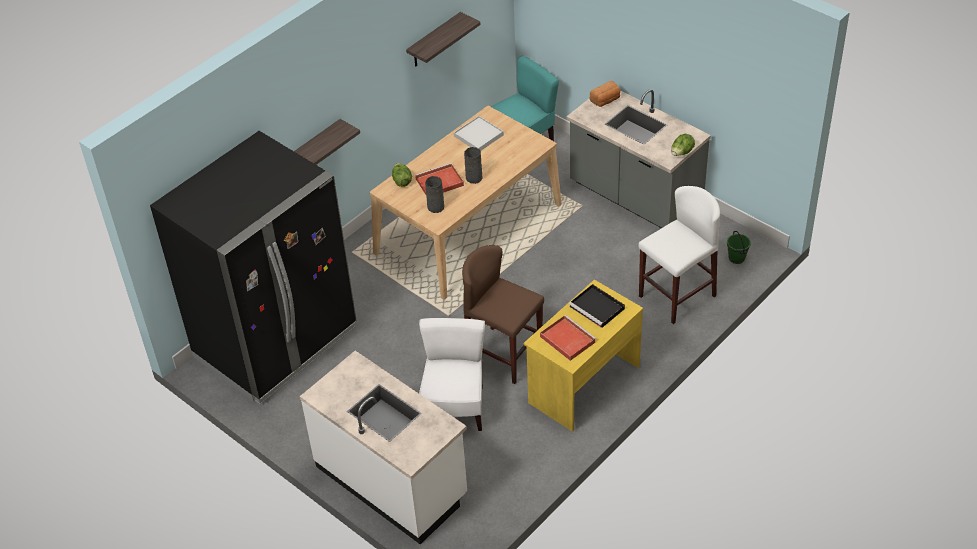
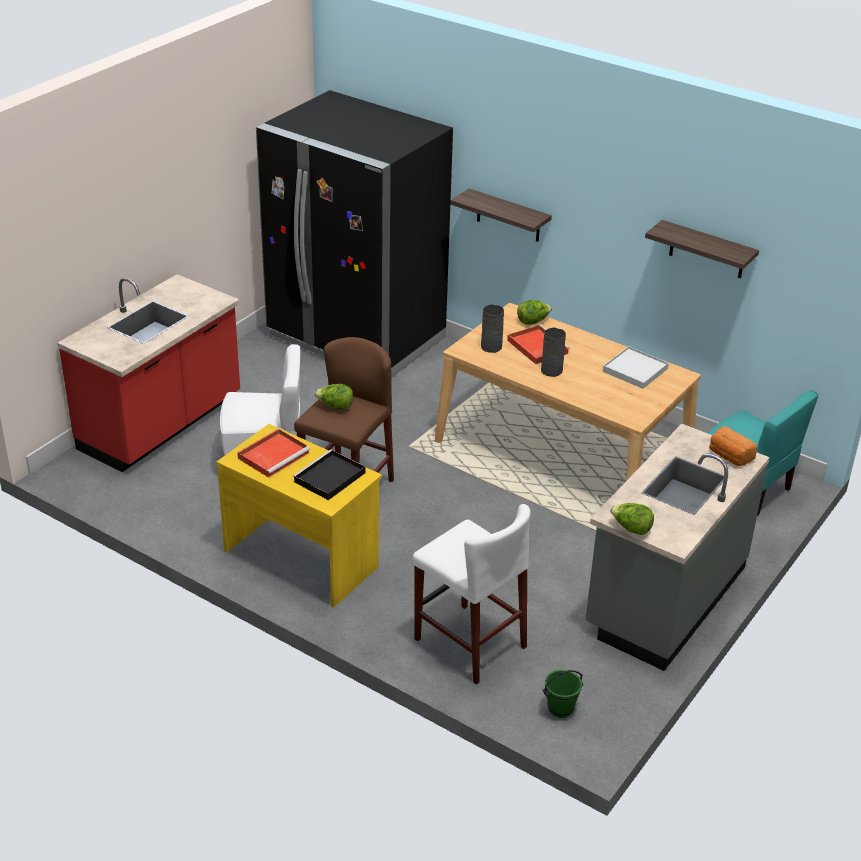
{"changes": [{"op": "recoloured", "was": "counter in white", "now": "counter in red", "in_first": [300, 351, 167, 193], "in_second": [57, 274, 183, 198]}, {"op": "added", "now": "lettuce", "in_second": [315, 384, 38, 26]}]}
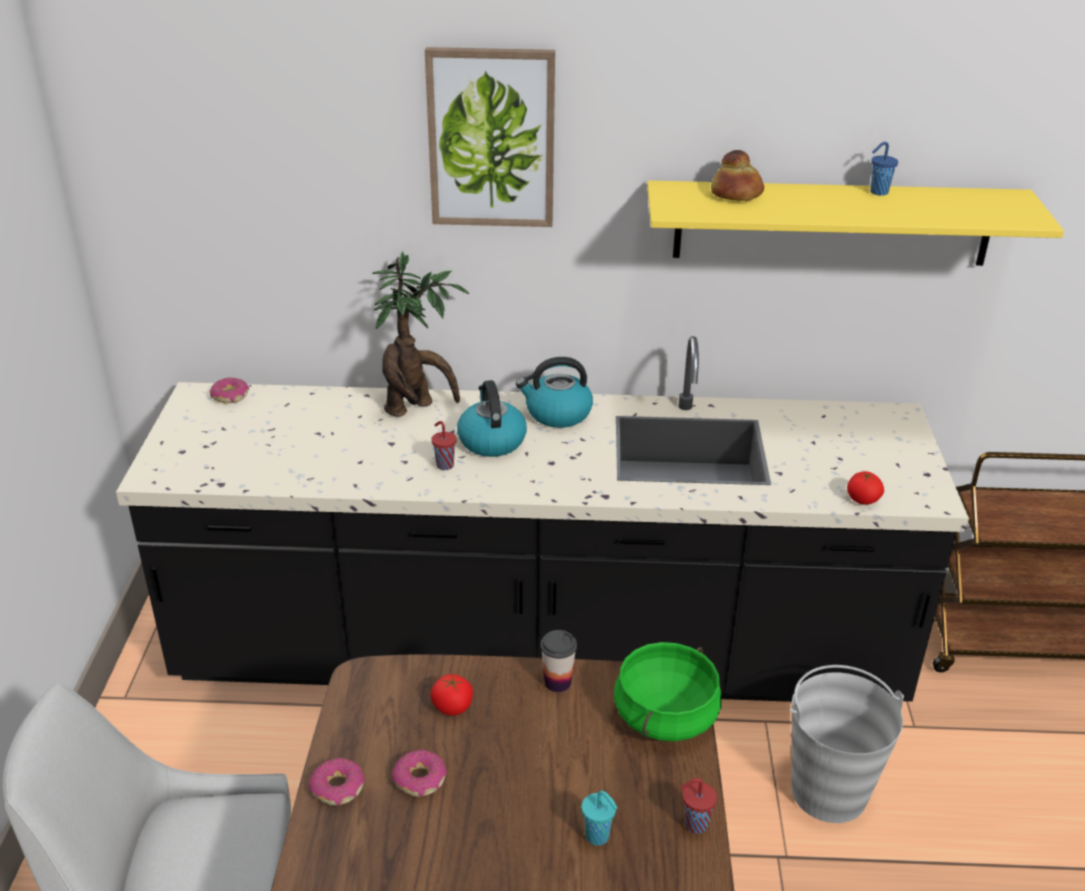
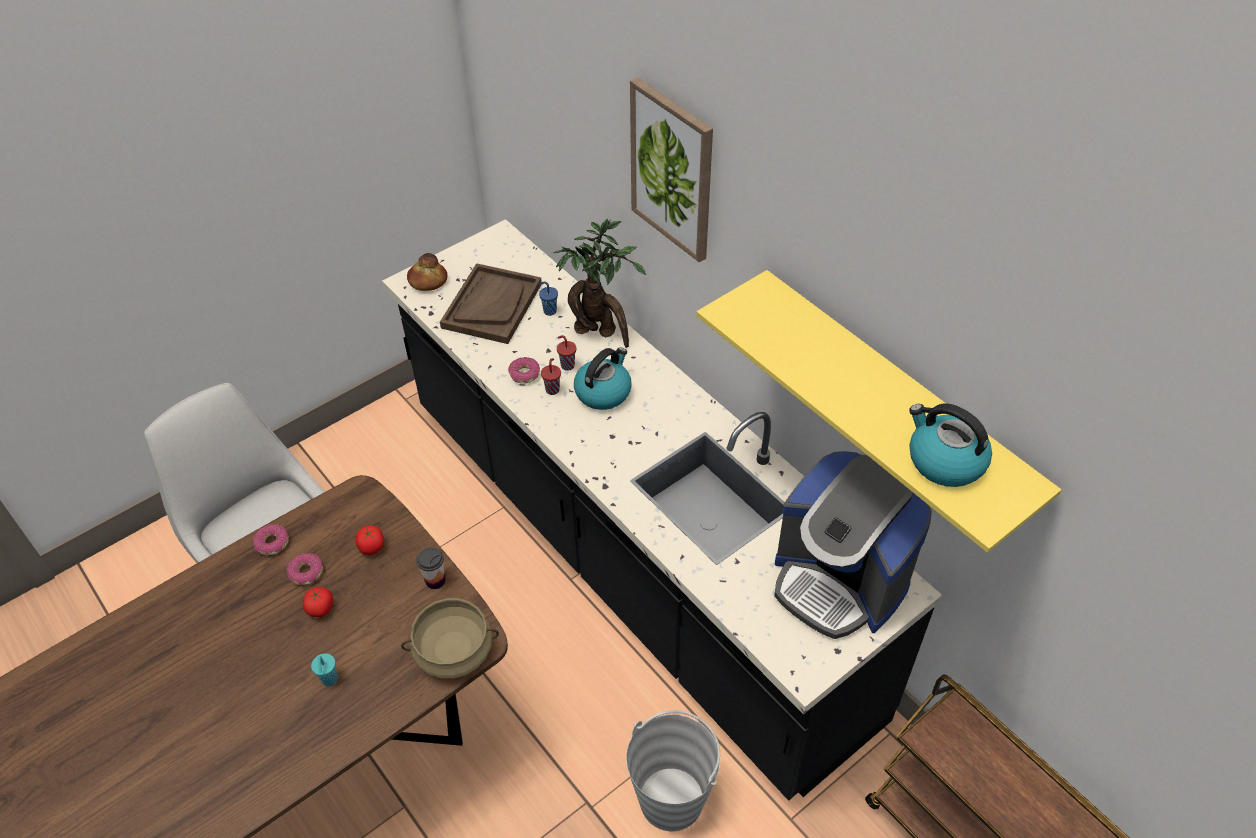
{"changes": [{"op": "moved", "was": "cup in blue", "in_first": [870, 142, 28, 54], "in_second": [539, 281, 19, 35]}, {"op": "moved", "was": "bread", "in_first": [711, 150, 53, 51], "in_second": [407, 253, 41, 38]}, {"op": "moved", "was": "kettle", "in_first": [516, 357, 77, 71], "in_second": [909, 404, 83, 83]}, {"op": "moved", "was": "donut", "in_first": [210, 377, 39, 27], "in_second": [508, 357, 32, 26]}, {"op": "moved", "was": "tomato", "in_first": [847, 471, 37, 33], "in_second": [303, 587, 30, 30]}, {"op": "recoloured", "was": "cooking pot in green", "now": "cooking pot in beige", "in_first": [614, 642, 108, 100], "in_second": [401, 598, 98, 81]}, {"op": "moved", "was": "cup in red", "in_first": [680, 778, 37, 56], "in_second": [557, 335, 19, 36]}, {"op": "added", "now": "tray in brown", "in_second": [440, 263, 102, 81]}, {"op": "added", "now": "coffee machine", "in_second": [774, 451, 158, 188]}]}
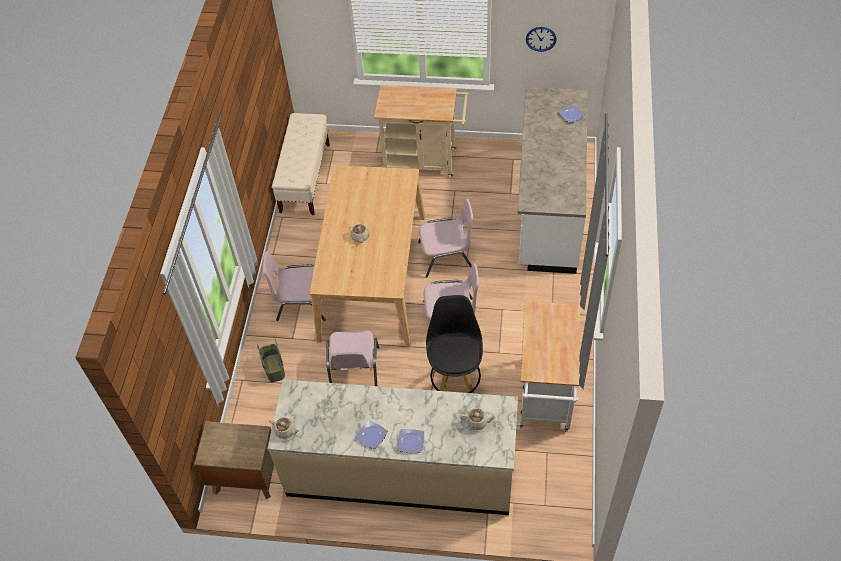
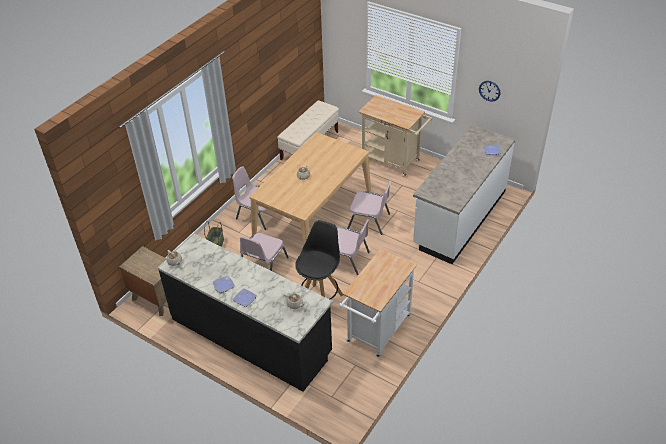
{"changes": [{"op": "recoloured", "was": "counter in beige", "now": "counter in black", "in_first": [267, 379, 251, 136], "in_second": [158, 234, 175, 158]}]}
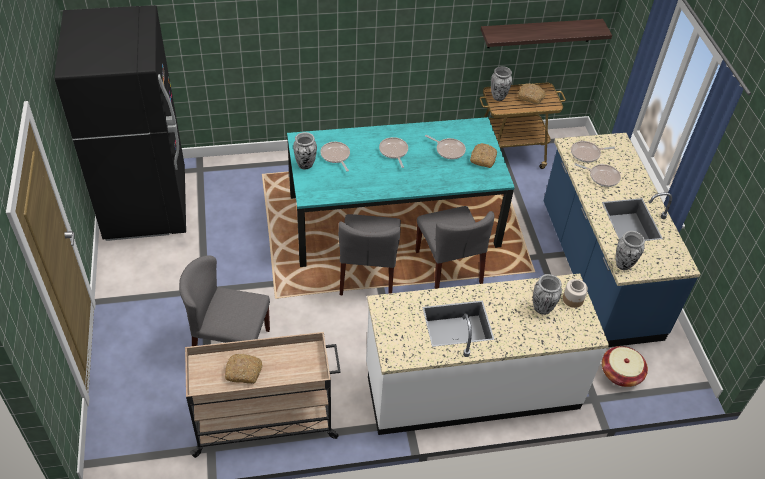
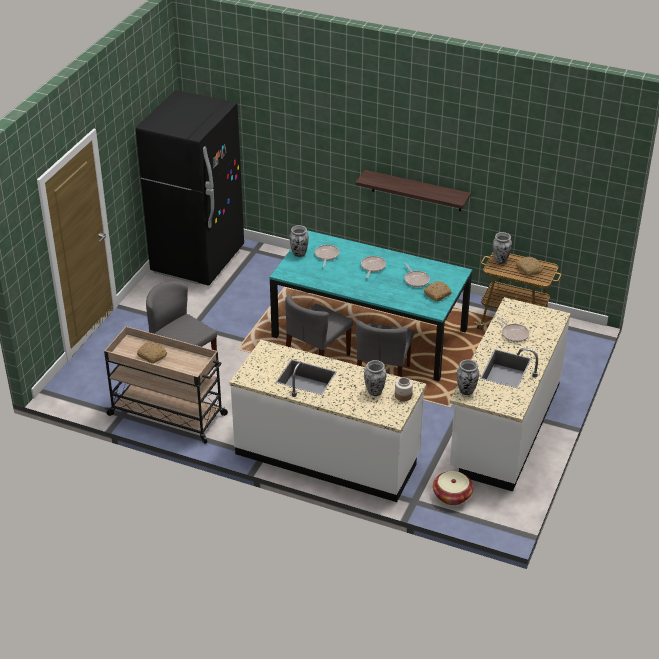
{"changes": [{"op": "moved", "was": "shelf", "in_first": [481, 19, 131, 29], "in_second": [356, 170, 115, 41]}, {"op": "recoloured", "was": "counter in blue", "now": "counter in white", "in_first": [544, 133, 156, 214], "in_second": [450, 297, 121, 195]}, {"op": "removed", "was": "frying pan", "in_first": [571, 141, 44, 22]}]}
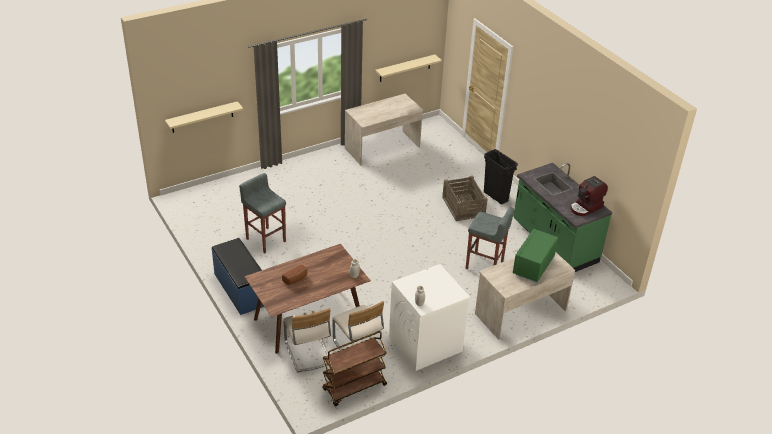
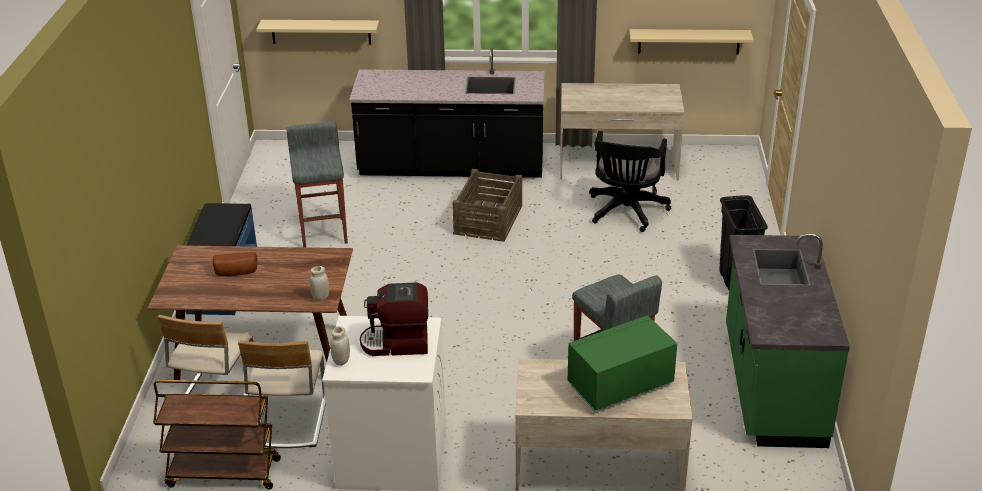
{"changes": [{"op": "moved", "was": "crate", "in_first": [442, 175, 46, 46], "in_second": [452, 169, 70, 73]}, {"op": "moved", "was": "coffee machine", "in_first": [571, 176, 37, 40], "in_second": [360, 282, 68, 74]}, {"op": "added", "now": "counter in black", "in_second": [349, 48, 196, 130]}, {"op": "added", "now": "office chair in black", "in_second": [589, 131, 82, 101]}]}
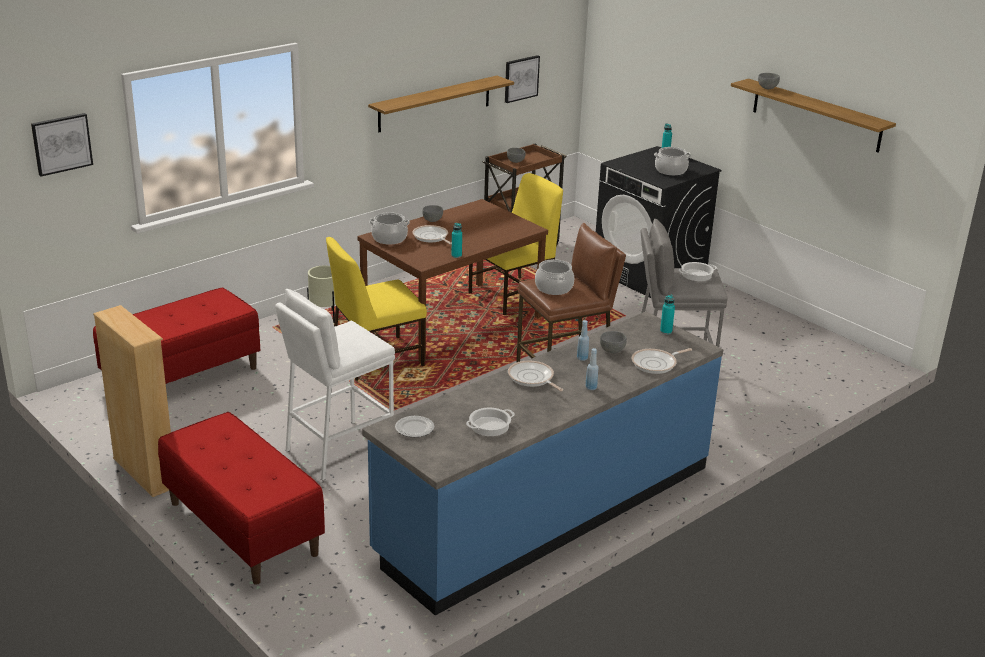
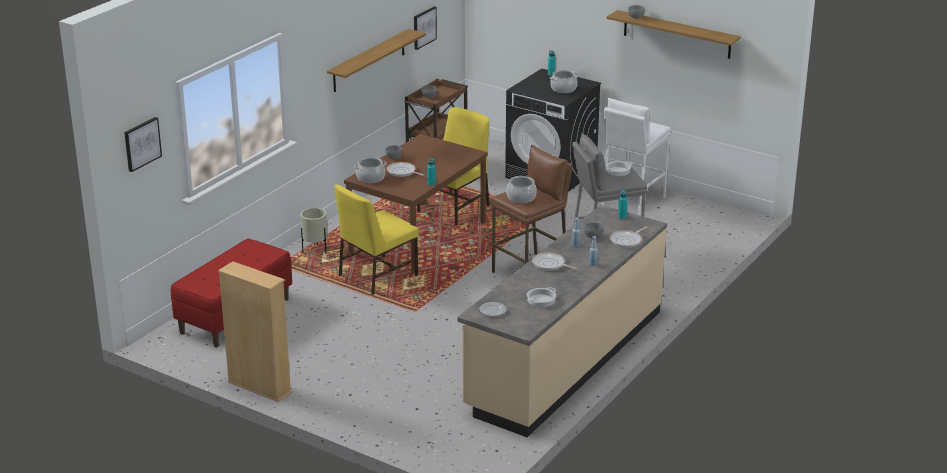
{"changes": [{"op": "moved", "was": "stool in white", "in_first": [275, 289, 120, 192], "in_second": [601, 98, 70, 118]}, {"op": "recoloured", "was": "counter in blue", "now": "counter in beige", "in_first": [362, 311, 361, 305], "in_second": [458, 205, 209, 232]}, {"op": "removed", "was": "bench in red", "in_first": [158, 412, 167, 173]}]}
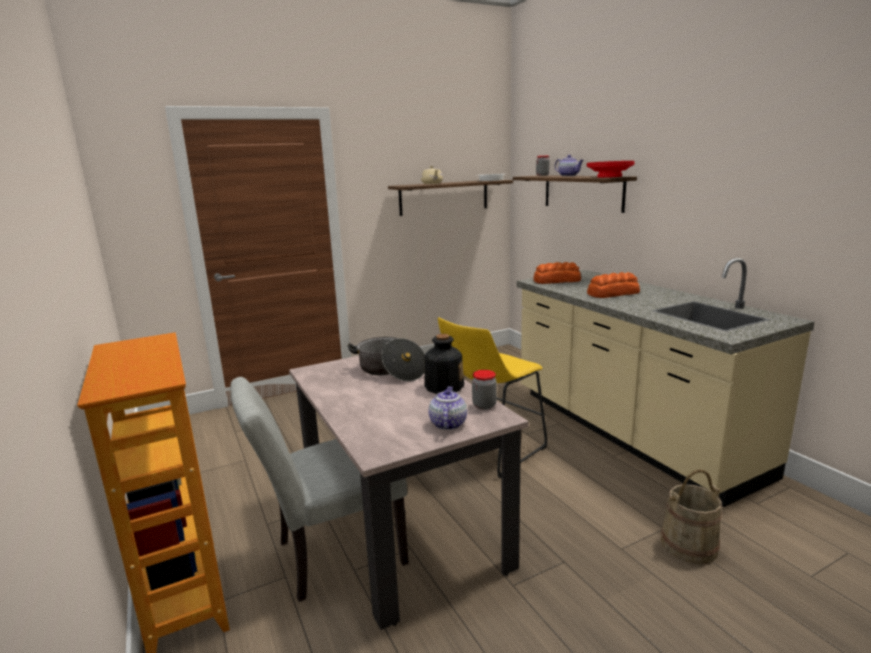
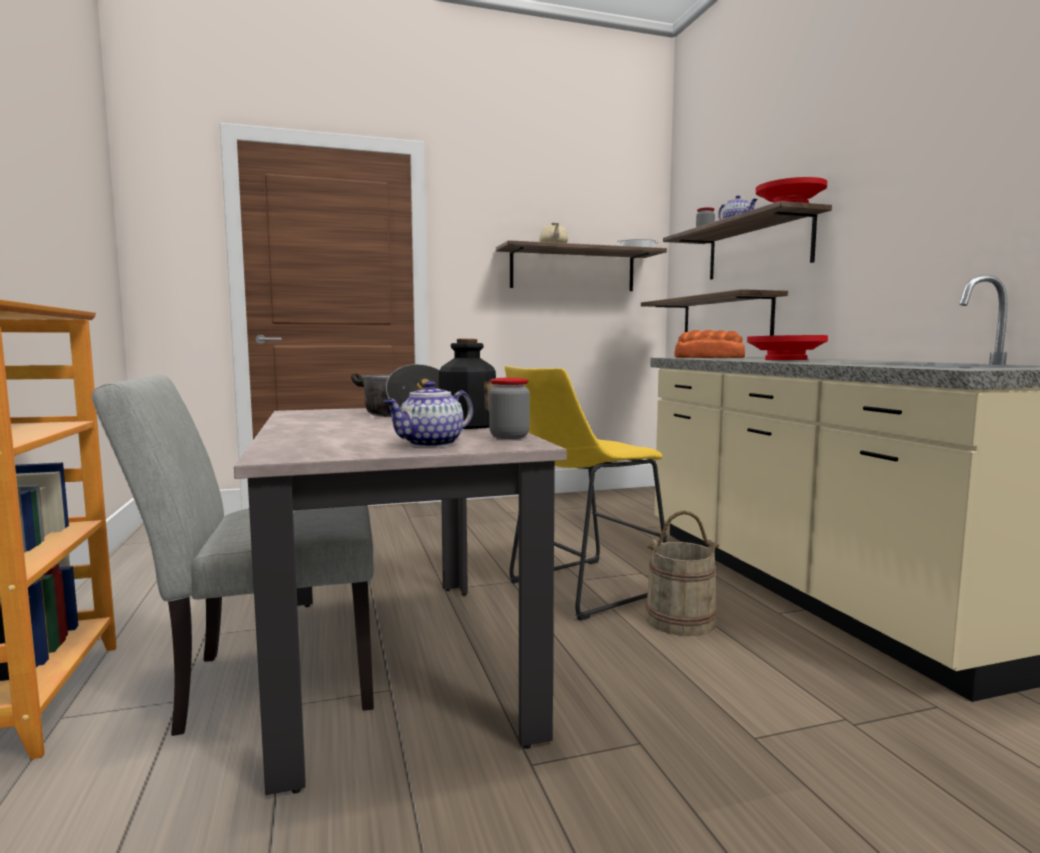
{"changes": [{"op": "replaced", "was": "bread", "now": "bowl in red", "in_first": [587, 272, 53, 26], "in_second": [747, 335, 81, 25]}, {"op": "turned", "was": "teapot", "in_first": [428, 386, 39, 44], "in_second": [384, 381, 89, 66], "clockwise": -150}, {"op": "moved", "was": "bucket in beige", "in_first": [661, 469, 61, 95], "in_second": [645, 510, 74, 126]}, {"op": "added", "now": "shelf", "in_second": [641, 289, 147, 47]}]}
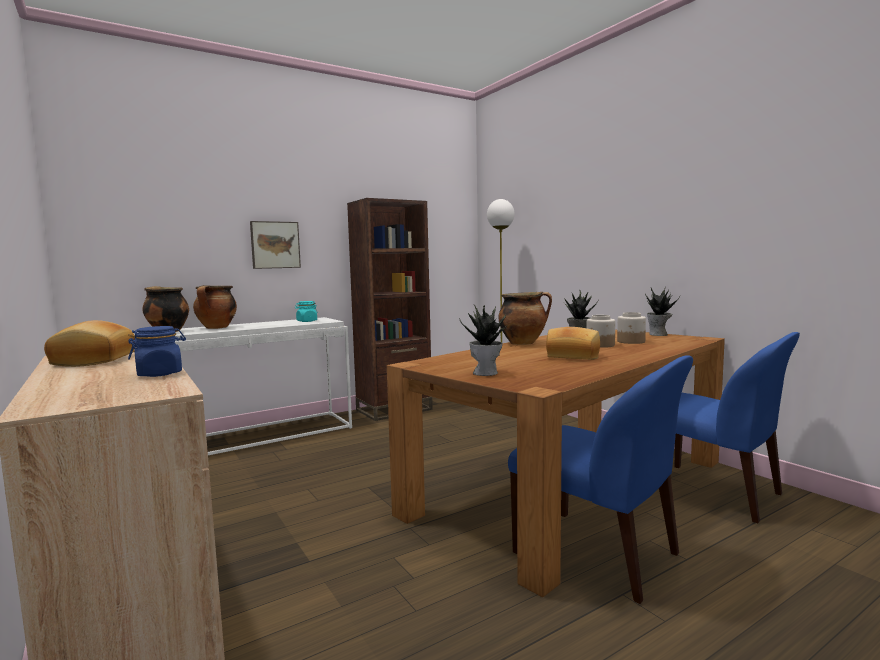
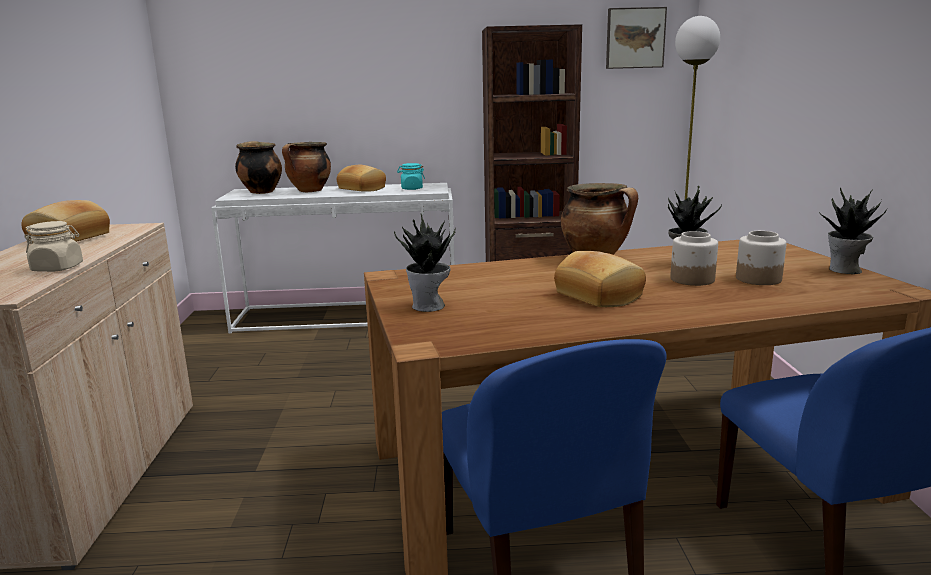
{"changes": [{"op": "moved", "was": "picture", "in_first": [250, 221, 51, 48], "in_second": [606, 7, 61, 62]}, {"op": "recoloured", "was": "jar in blue", "now": "jar in beige", "in_first": [128, 326, 58, 51], "in_second": [24, 221, 59, 51]}, {"op": "added", "now": "bread", "in_second": [337, 165, 49, 27]}]}
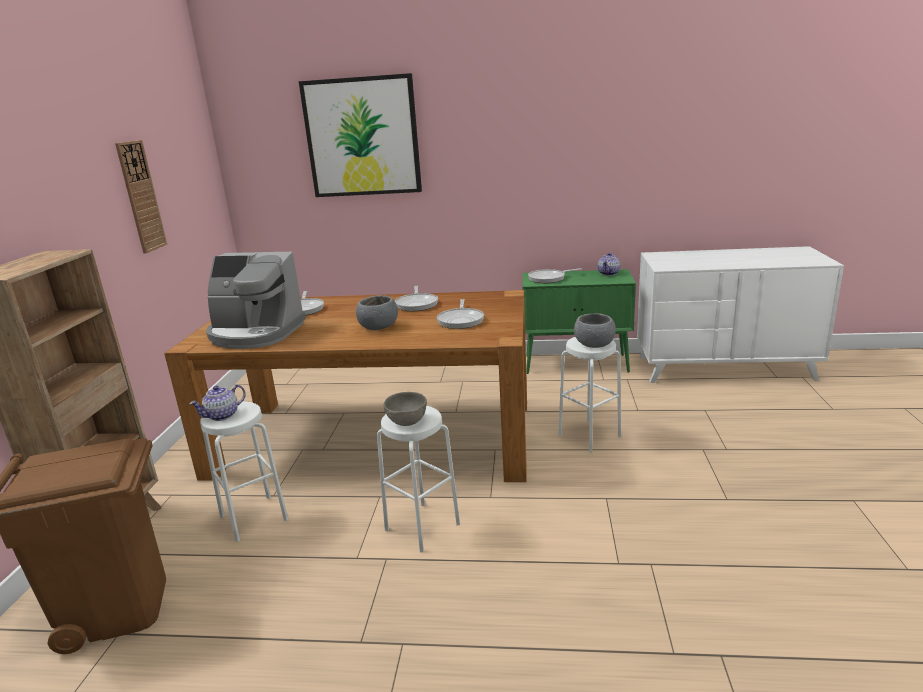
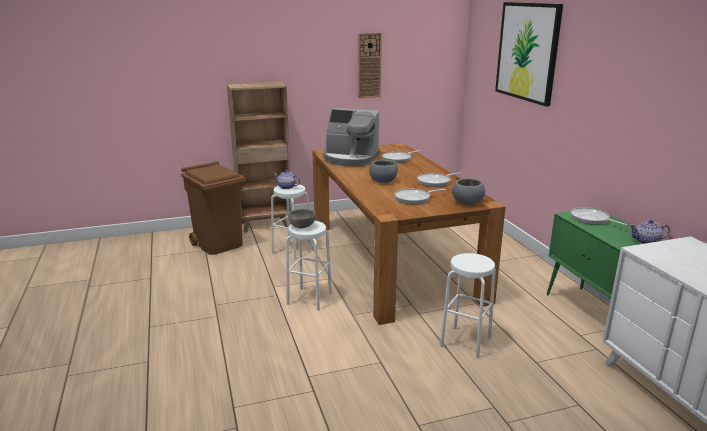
{"changes": [{"op": "turned", "was": "coffee machine", "in_first": [206, 252, 100, 97], "in_second": [323, 108, 57, 58], "clockwise": -60}, {"op": "moved", "was": "bowl in grey", "in_first": [574, 314, 42, 34], "in_second": [452, 178, 33, 27]}]}
